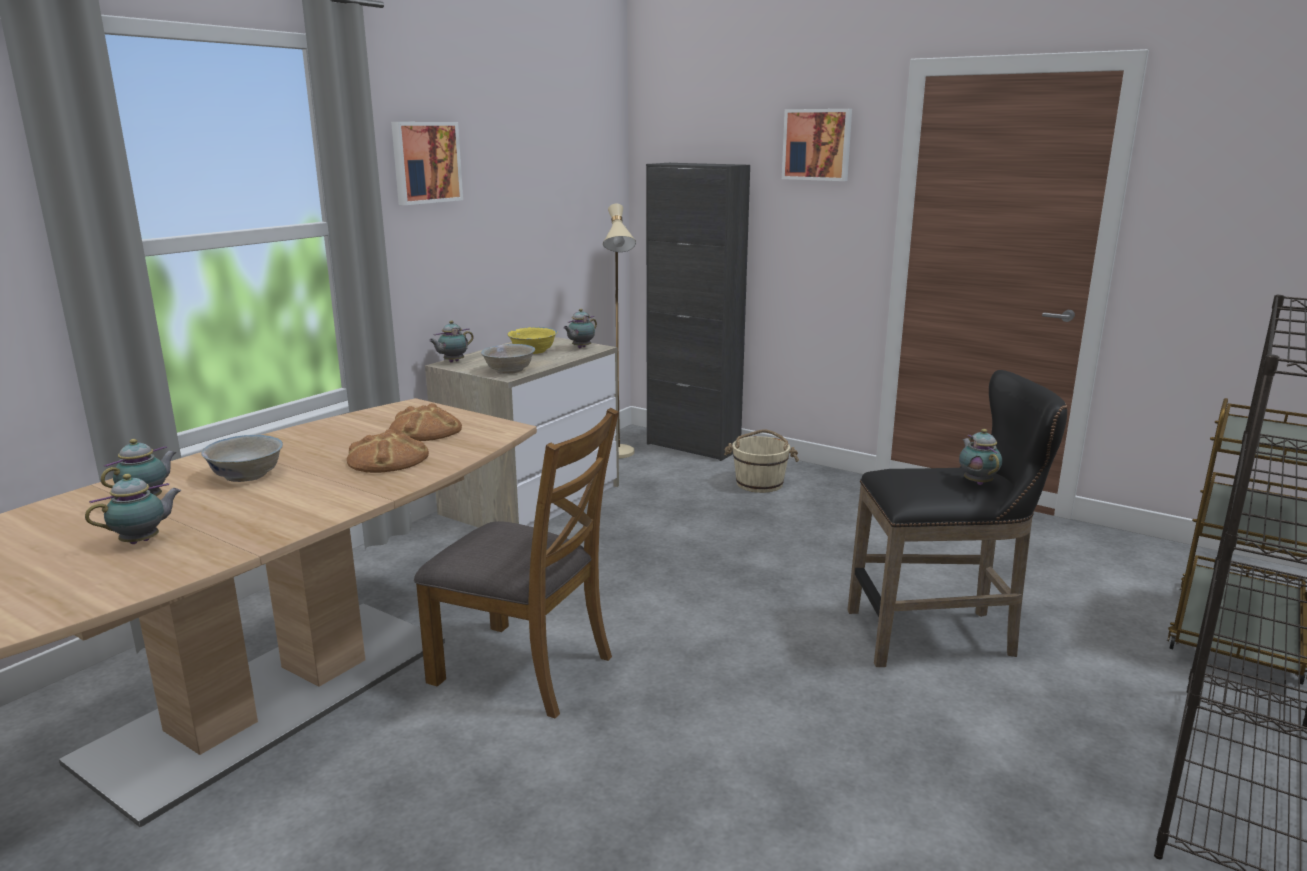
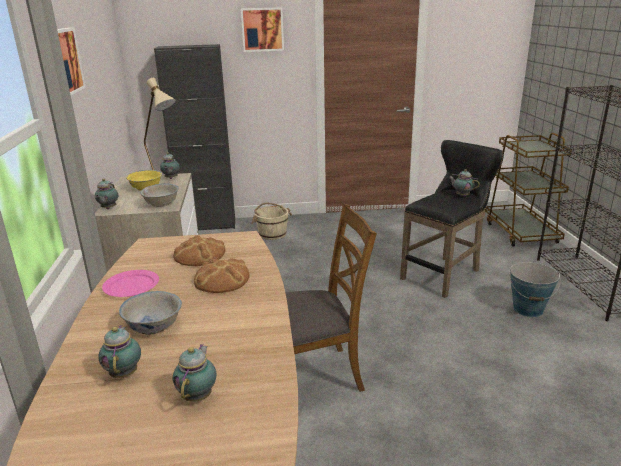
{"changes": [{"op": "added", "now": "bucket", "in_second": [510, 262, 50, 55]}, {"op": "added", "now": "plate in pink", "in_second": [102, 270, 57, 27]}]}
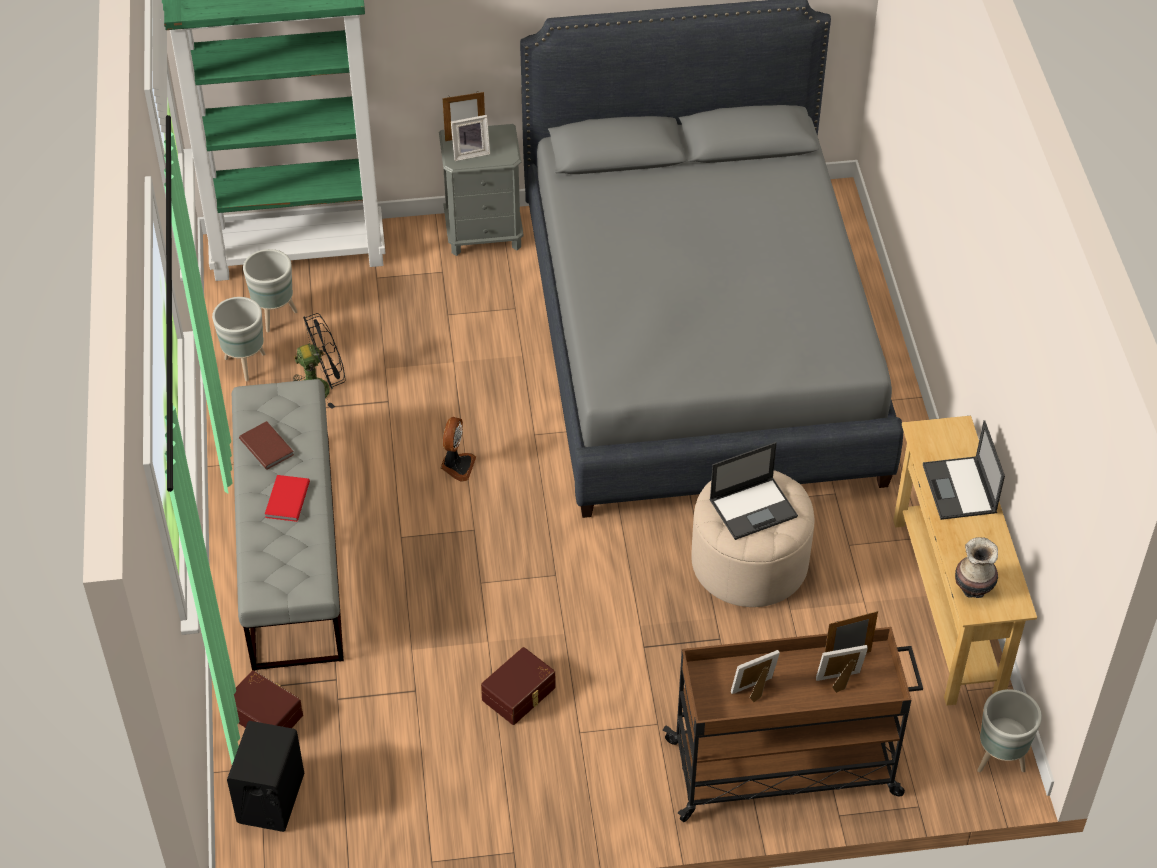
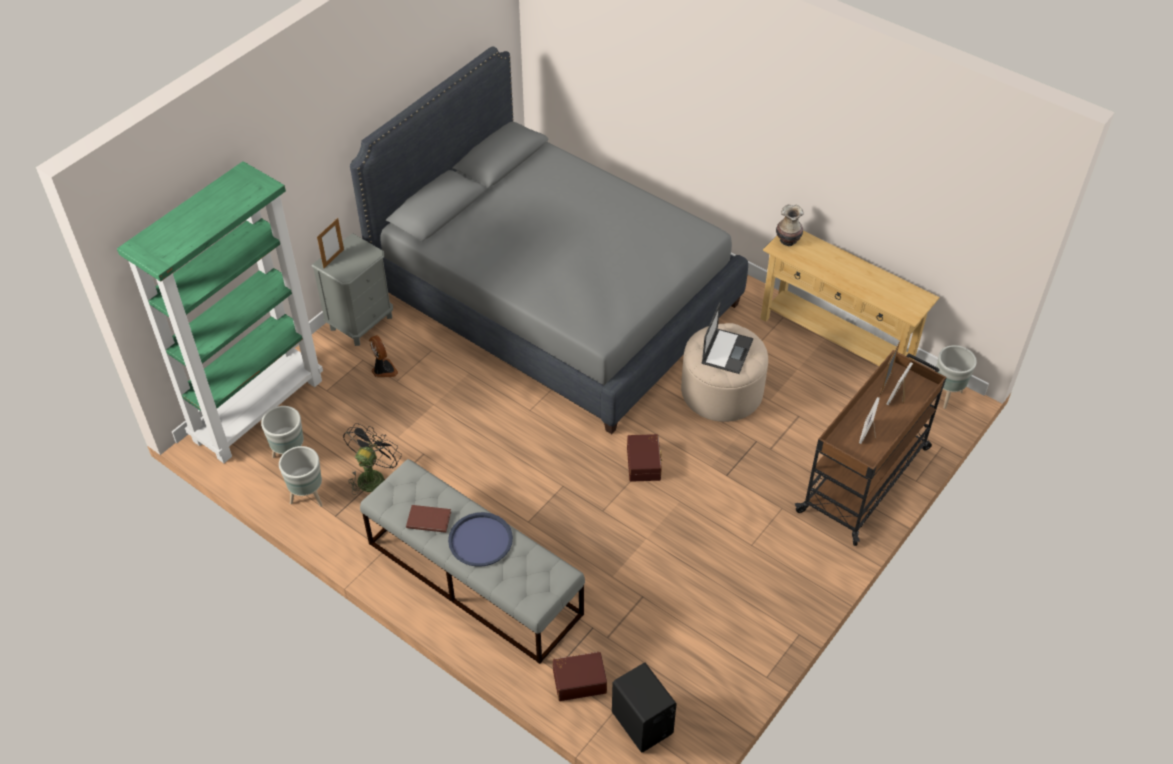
{"changes": [{"op": "removed", "was": "picture frame", "in_first": [451, 115, 39, 46]}, {"op": "moved", "was": "fan", "in_first": [441, 417, 35, 65], "in_second": [369, 335, 29, 43]}, {"op": "removed", "was": "laptop", "in_first": [923, 420, 82, 100]}, {"op": "replaced", "was": "book in red", "now": "tray in blue", "in_first": [265, 475, 45, 47], "in_second": [448, 512, 65, 55]}, {"op": "moved", "was": "vase", "in_first": [955, 537, 43, 61], "in_second": [776, 205, 27, 42]}, {"op": "moved", "was": "storage box in brown", "in_first": [481, 647, 75, 78], "in_second": [627, 434, 35, 48]}]}
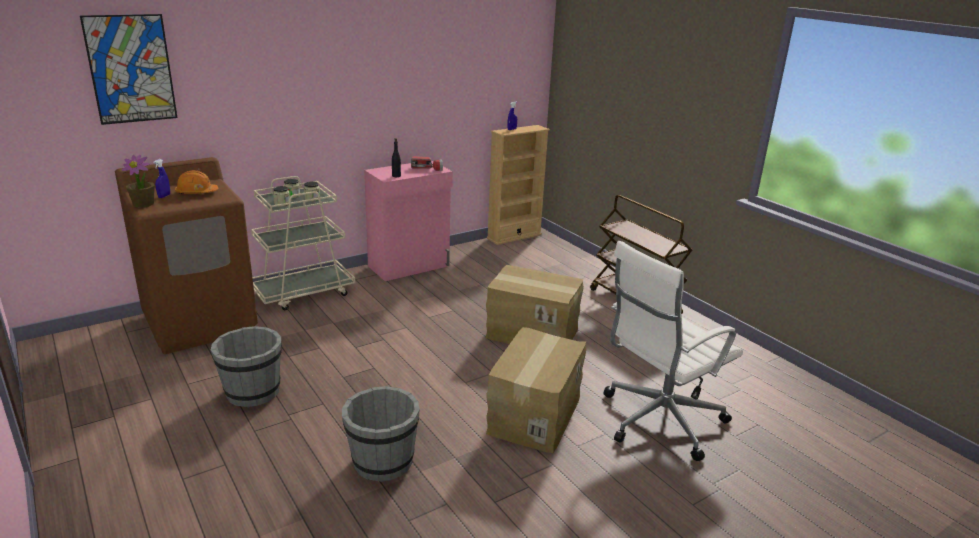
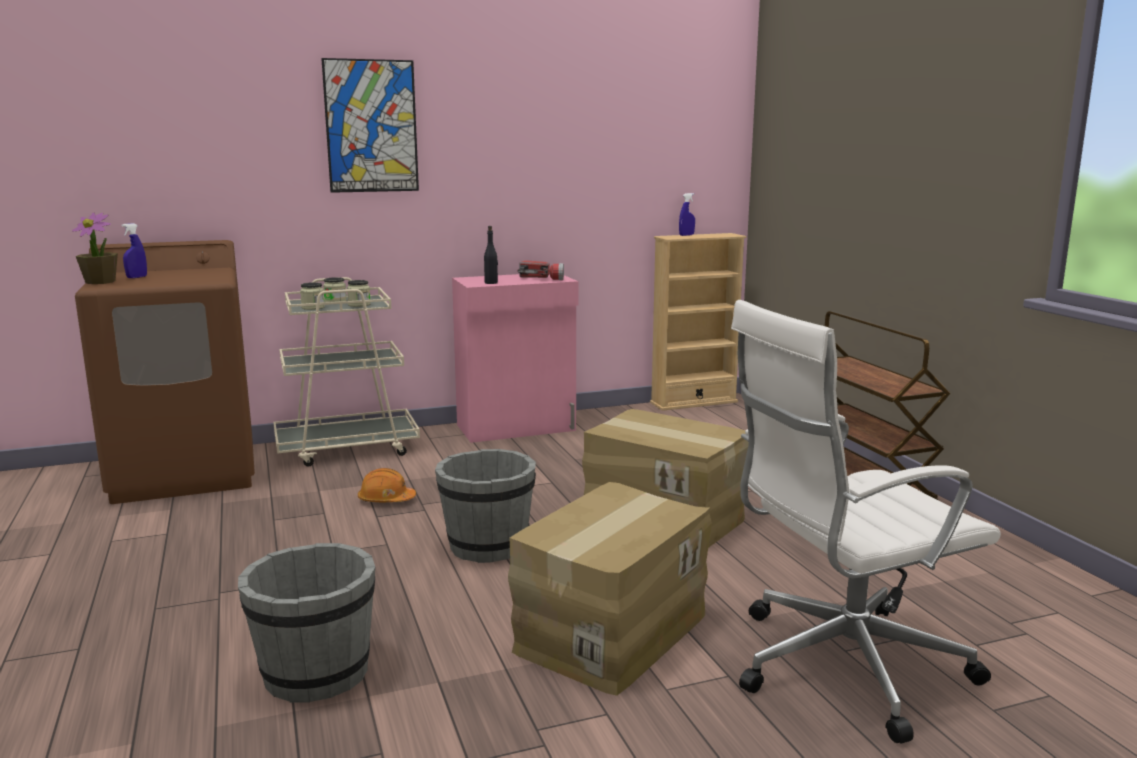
{"changes": [{"op": "moved", "was": "picture", "in_first": [80, 14, 97, 111], "in_second": [321, 58, 98, 135]}, {"op": "moved", "was": "hard hat in orange", "in_first": [175, 170, 43, 24], "in_second": [358, 468, 58, 34]}, {"op": "moved", "was": "bucket in grey", "in_first": [211, 326, 71, 81], "in_second": [435, 449, 101, 114]}]}
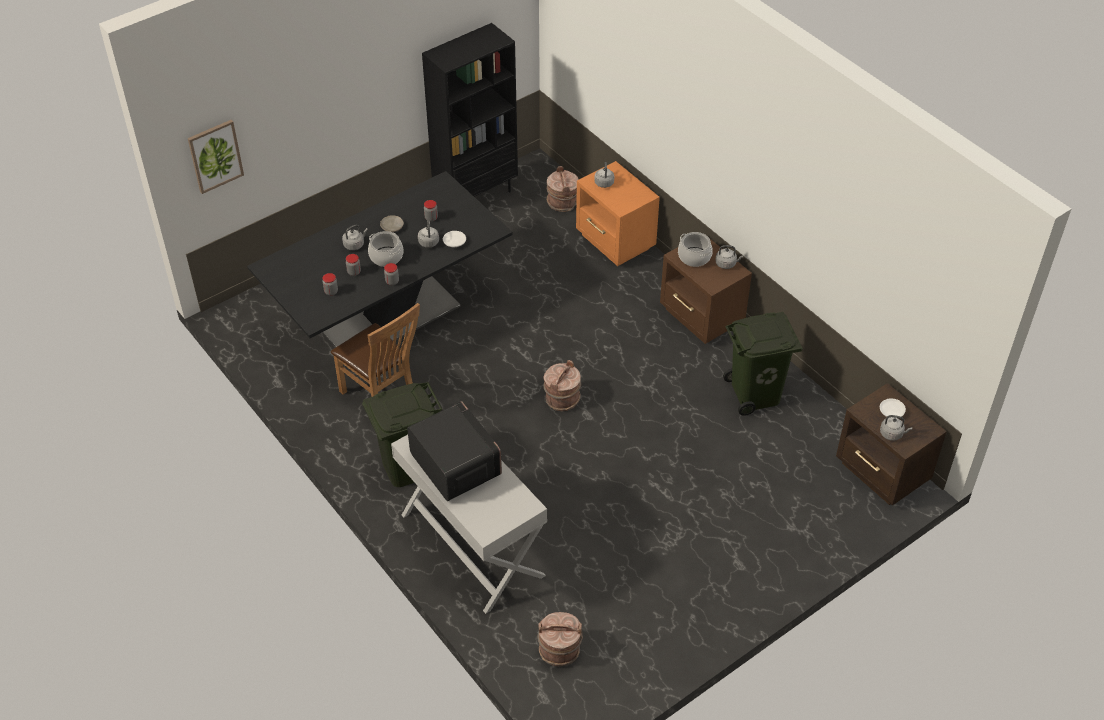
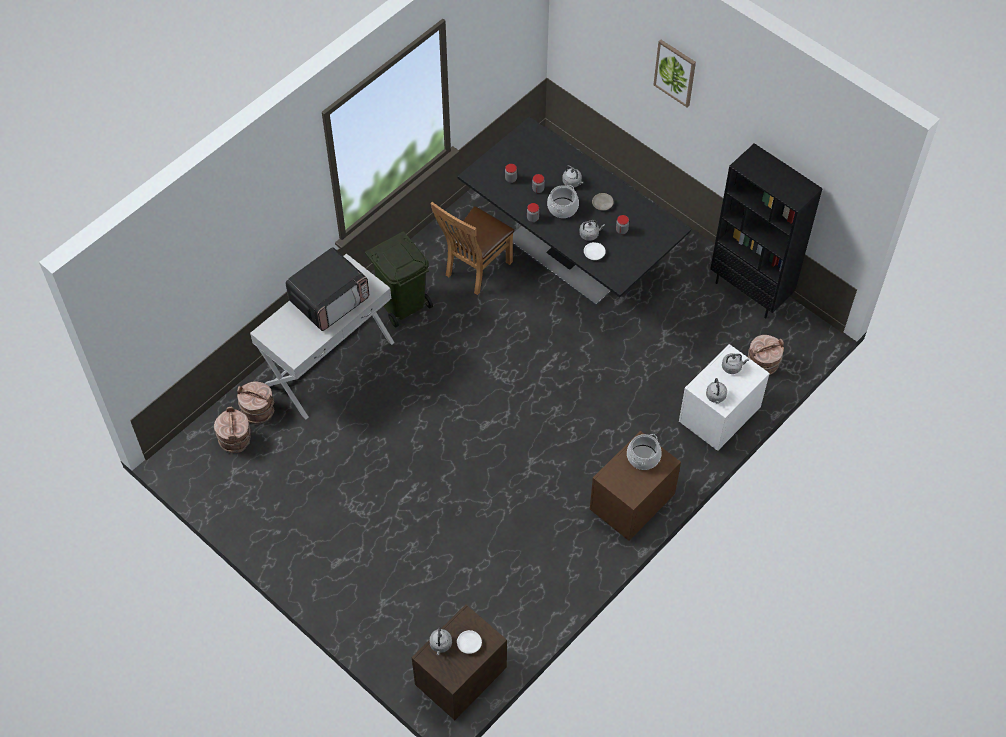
{"changes": [{"op": "moved", "was": "picture", "in_first": [188, 120, 56, 74], "in_second": [654, 40, 42, 67]}, {"op": "recoloured", "was": "nightstand in orange", "now": "nightstand in white", "in_first": [576, 161, 84, 105], "in_second": [679, 344, 91, 107]}, {"op": "moved", "was": "kettle in grey", "in_first": [715, 245, 28, 24], "in_second": [706, 378, 21, 26]}, {"op": "removed", "was": "trash can in green", "in_first": [723, 312, 80, 104]}, {"op": "moved", "was": "bucket in brown", "in_first": [543, 360, 38, 51], "in_second": [237, 381, 37, 43]}]}
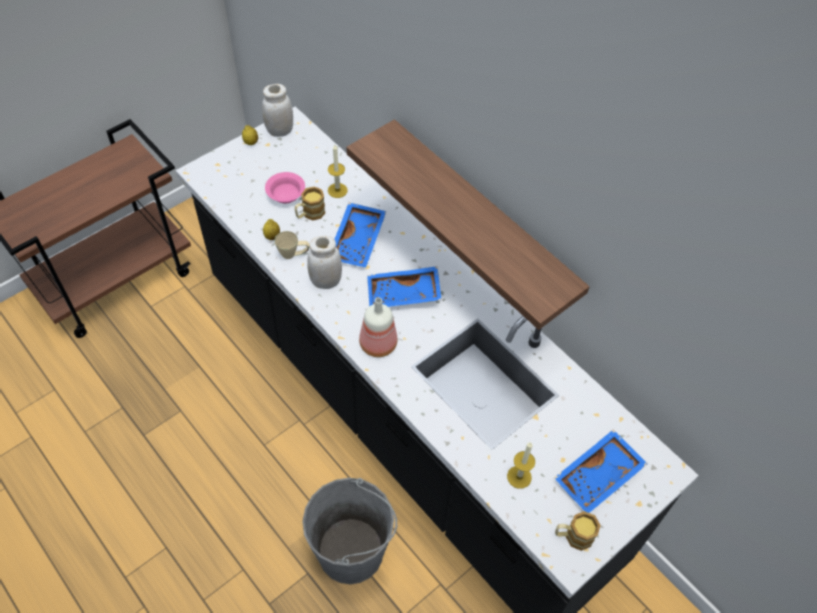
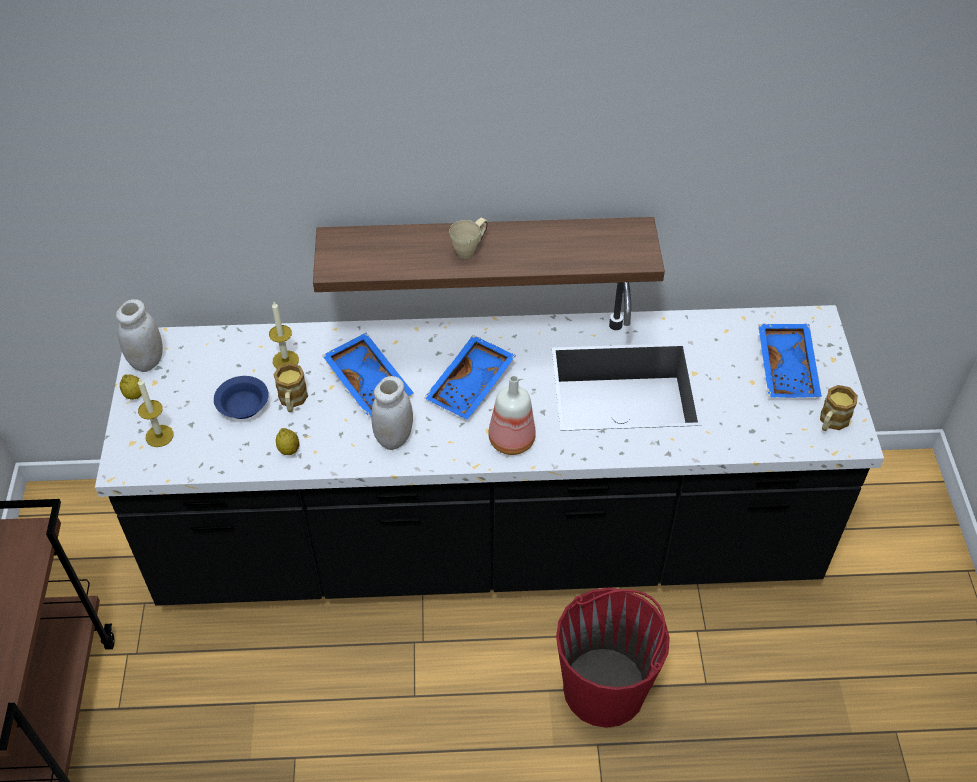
{"changes": [{"op": "recoloured", "was": "bowl in pink", "now": "bowl in blue", "in_first": [265, 172, 40, 31], "in_second": [214, 376, 55, 43]}, {"op": "moved", "was": "mug in beige", "in_first": [274, 231, 36, 28], "in_second": [449, 218, 39, 41]}, {"op": "moved", "was": "candle", "in_first": [507, 442, 28, 47], "in_second": [138, 378, 35, 69]}, {"op": "recoloured", "was": "bucket in grey", "now": "bucket in red", "in_first": [302, 478, 95, 107], "in_second": [556, 587, 114, 141]}]}
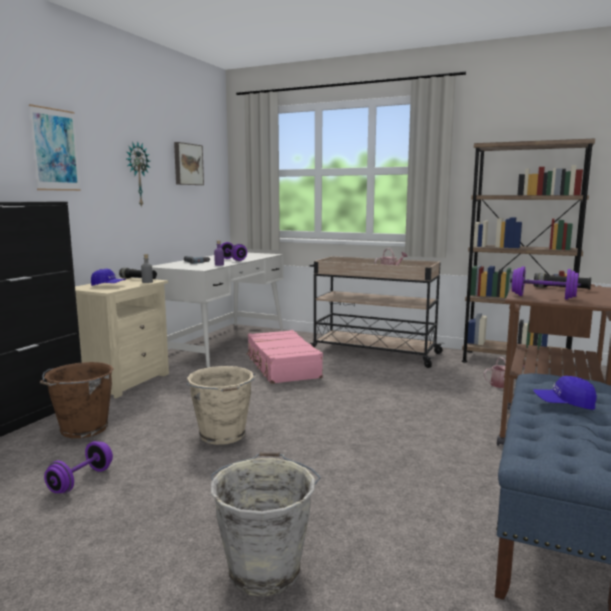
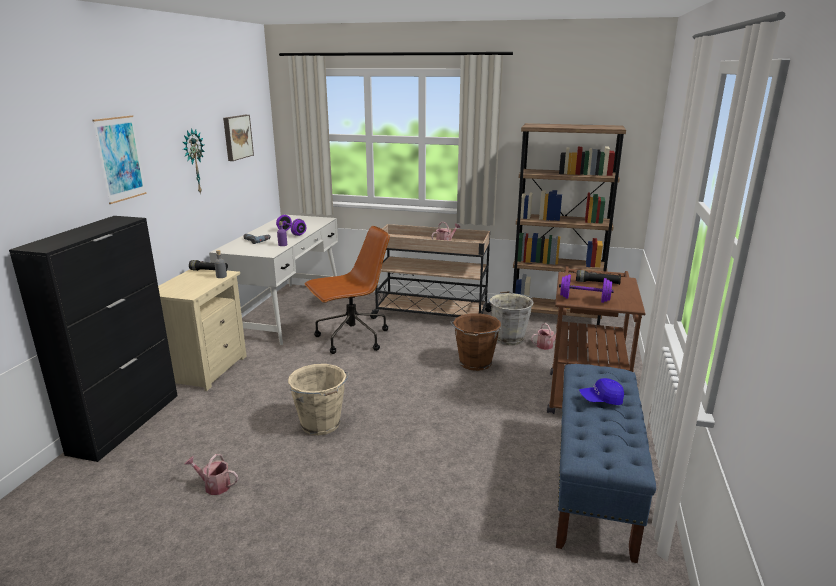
{"changes": [{"op": "removed", "was": "cap in blue", "in_first": [91, 269, 35, 17]}, {"op": "replaced", "was": "suitcase in pink", "now": "office chair in brown", "in_first": [246, 330, 77, 54], "in_second": [304, 226, 86, 128]}, {"op": "moved", "was": "bucket in brown", "in_first": [40, 362, 74, 76], "in_second": [450, 313, 51, 58]}, {"op": "replaced", "was": "dumbbell in purple", "now": "watering can", "in_first": [44, 441, 69, 52], "in_second": [185, 454, 53, 41]}, {"op": "moved", "was": "bucket in grey", "in_first": [211, 452, 110, 145], "in_second": [488, 291, 46, 54]}]}
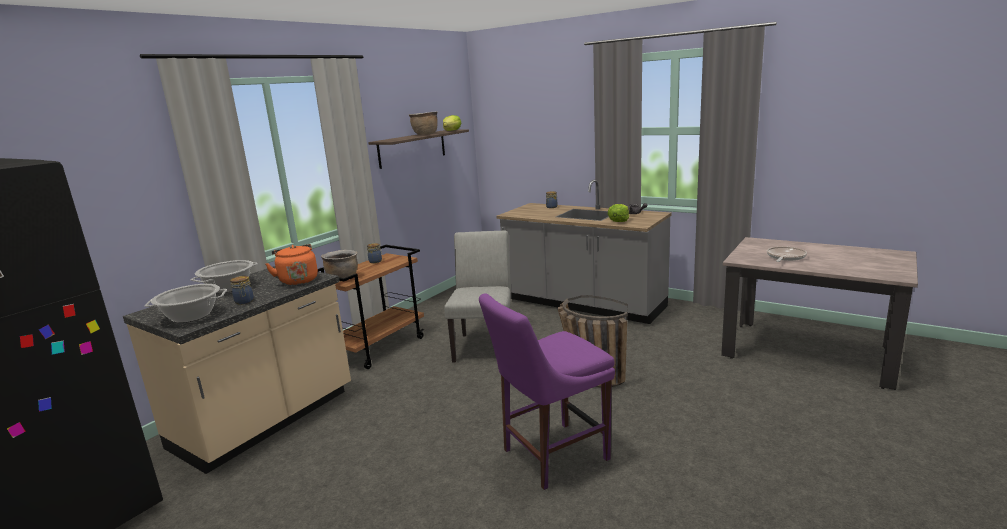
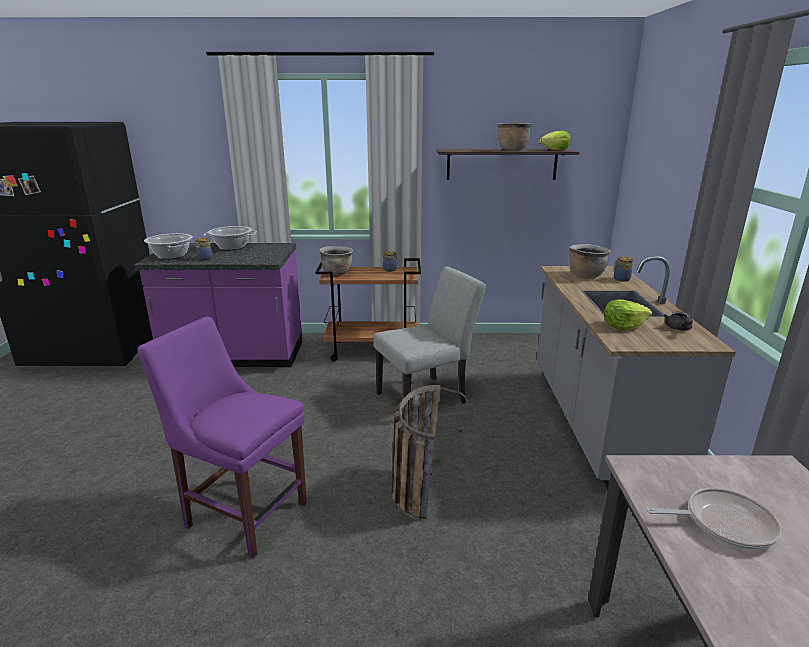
{"changes": [{"op": "removed", "was": "kettle in orange", "in_first": [266, 244, 52, 41]}, {"op": "recoloured", "was": "counter in beige", "now": "counter in purple", "in_first": [123, 266, 228, 208], "in_second": [135, 243, 167, 124]}, {"op": "added", "now": "cooking pot in brown", "in_second": [569, 244, 41, 35]}]}
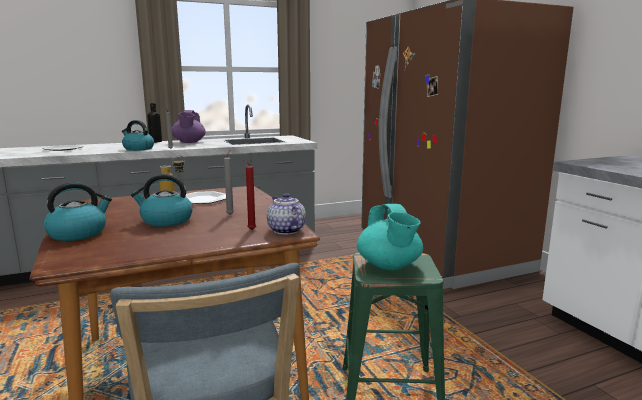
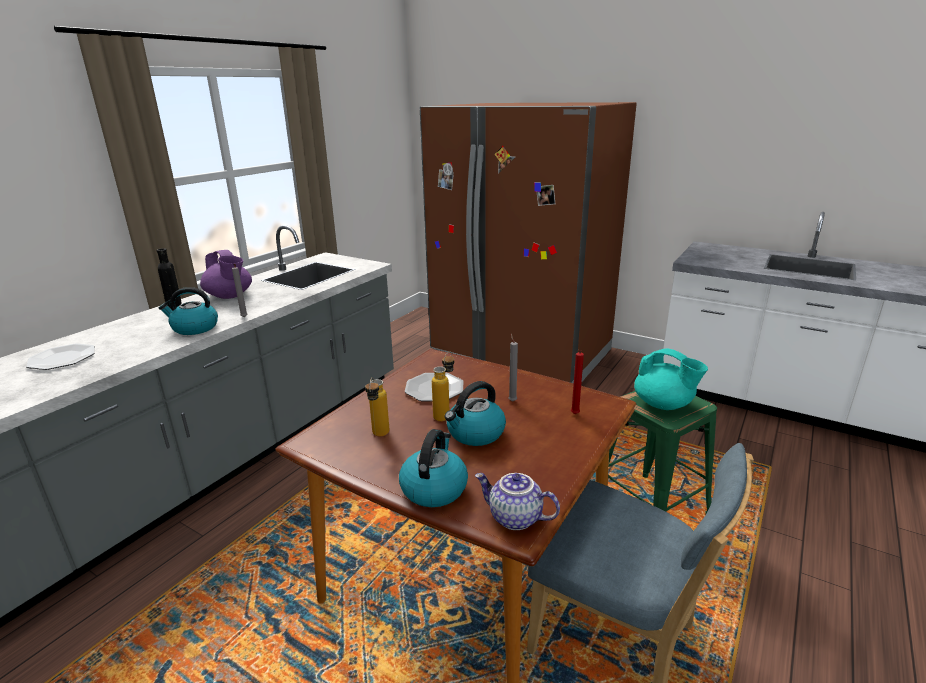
{"changes": [{"op": "moved", "was": "teapot", "in_first": [267, 193, 39, 42], "in_second": [475, 473, 85, 57]}, {"op": "added", "now": "bottle", "in_second": [365, 378, 25, 58]}]}
